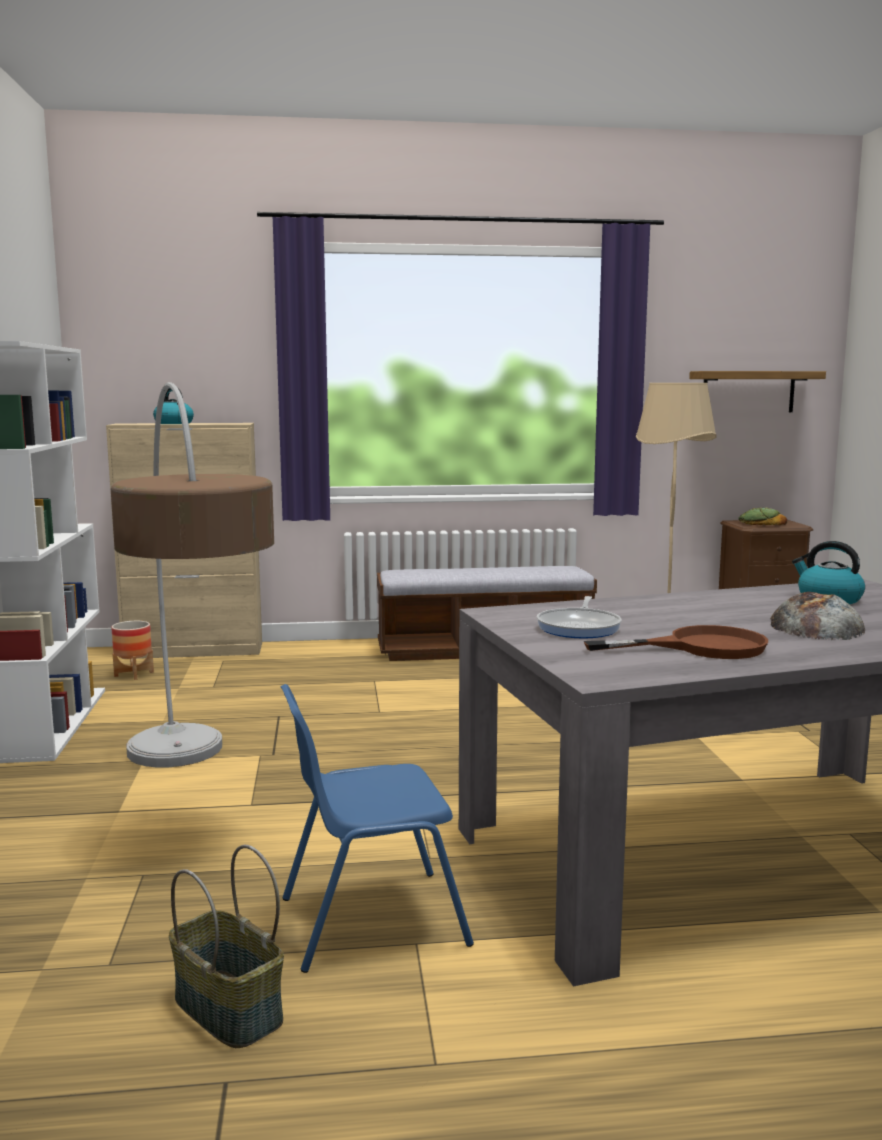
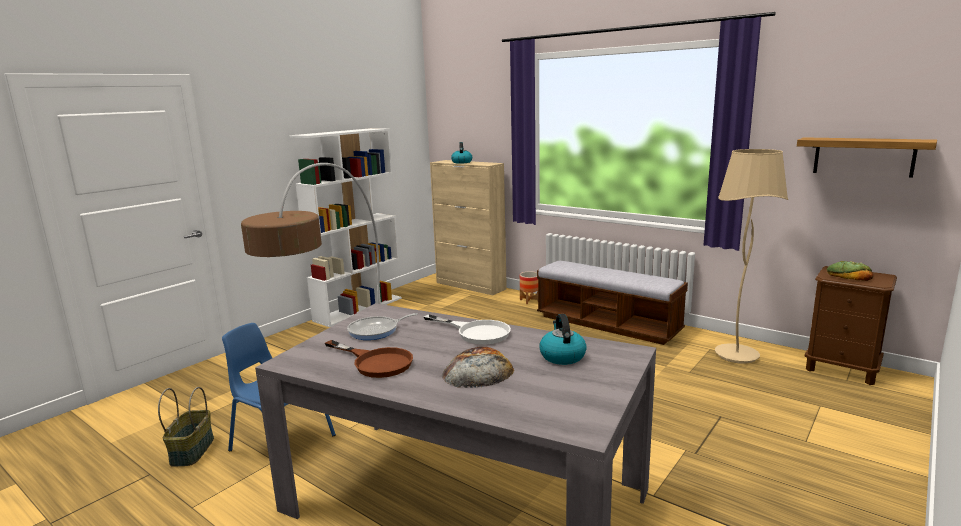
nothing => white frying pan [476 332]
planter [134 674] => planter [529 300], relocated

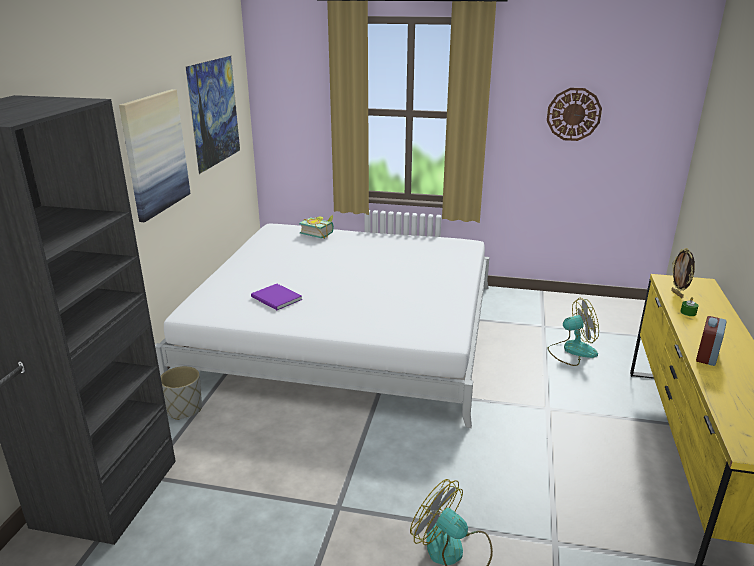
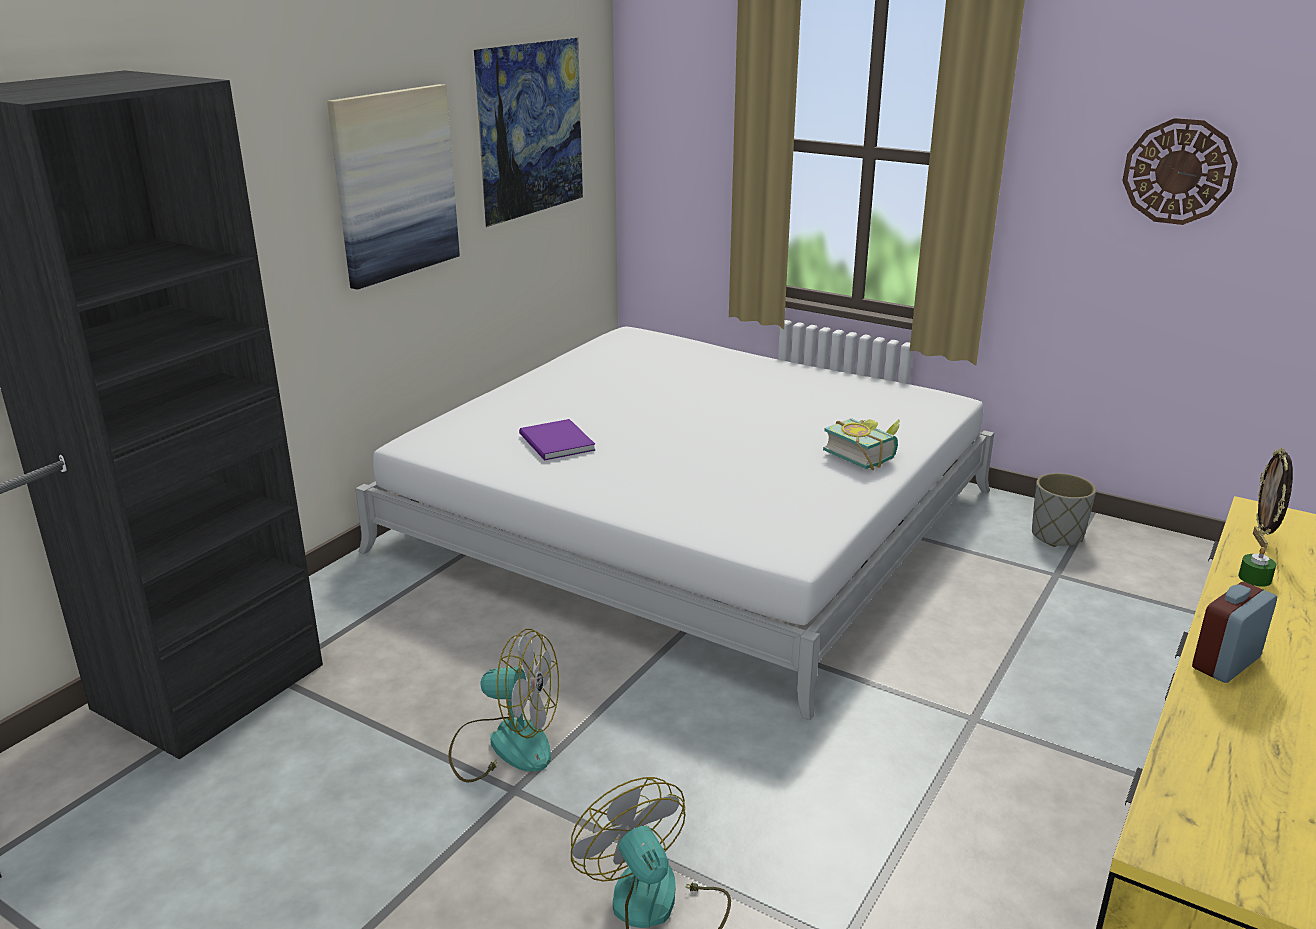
grey planter [184 409] => grey planter [1057 536], relocated
book [318 233] => book [864 455], relocated
fan [572 351] => fan [505 744], relocated

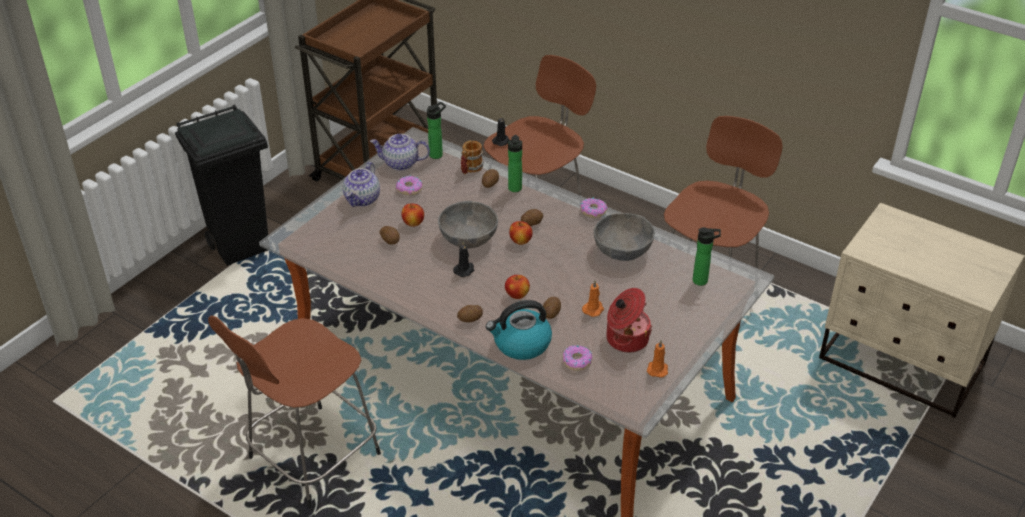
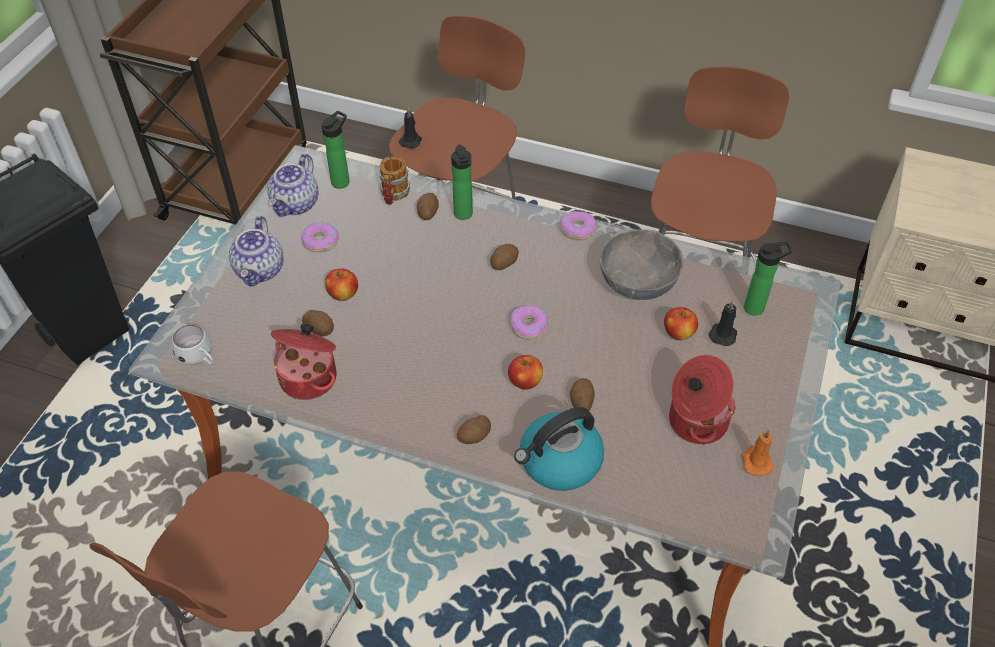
grey bowl [468 238] => nothing
orange candle [593 309] => nothing
nothing => white mug [200 359]
nothing => cooking pot [310 377]
black candle [464 270] => black candle [723 334], relocated
apple [520 241] => apple [678 333], relocated
donut [577 361] => donut [528 326], relocated
teapot [400 163] => teapot [296 204], 60 degrees counterclockwise

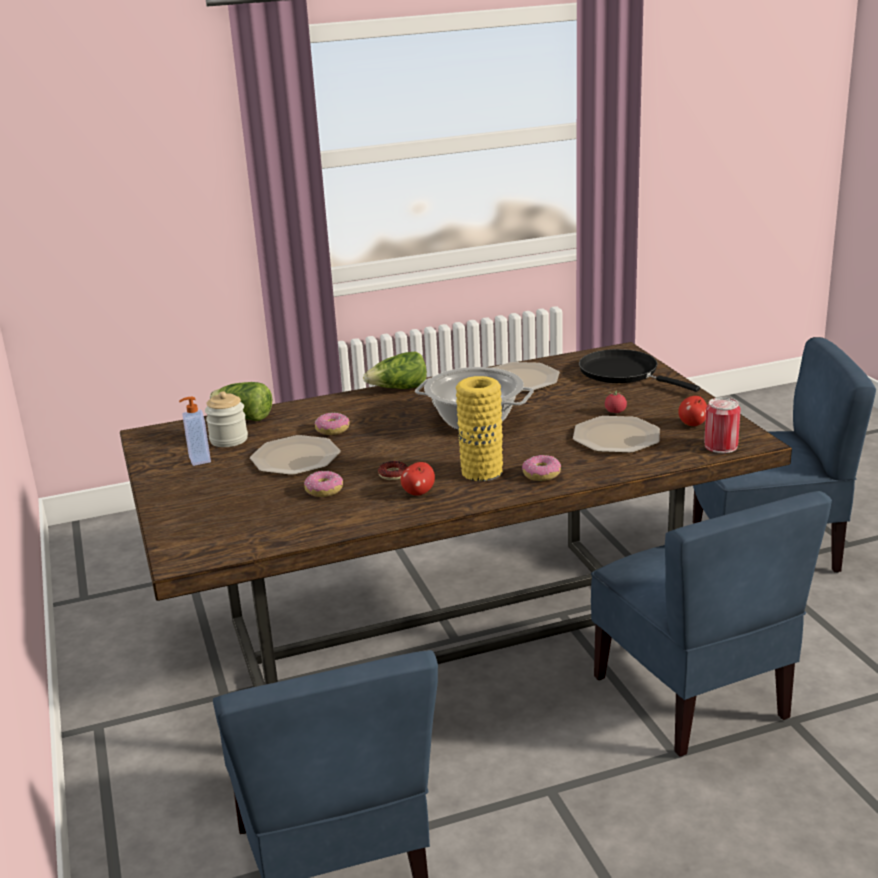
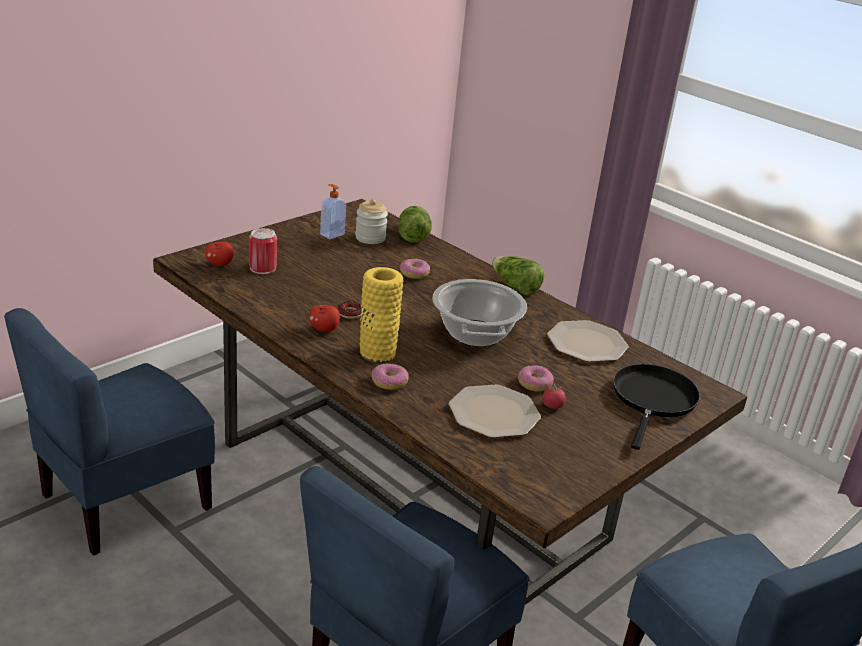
plate [295 458] => nothing
donut [324 490] => donut [534 384], relocated
apple [692 424] => apple [220 264], relocated
can [721 446] => can [262 268], relocated

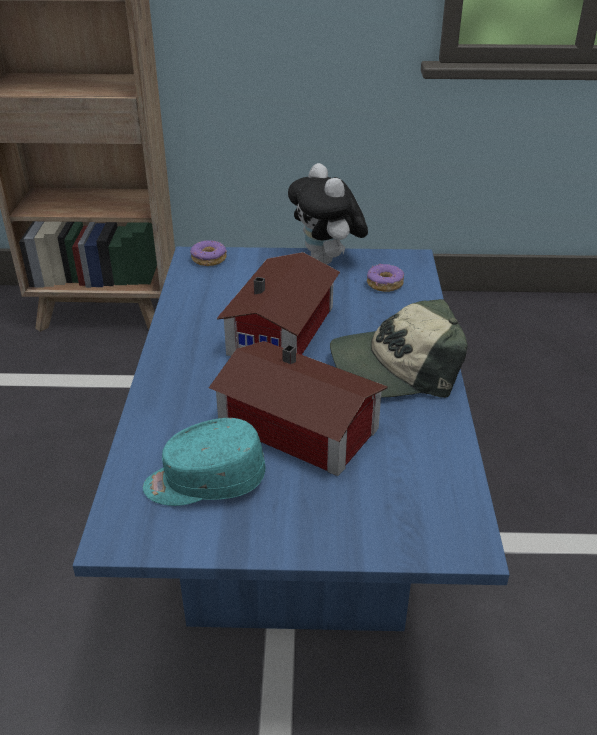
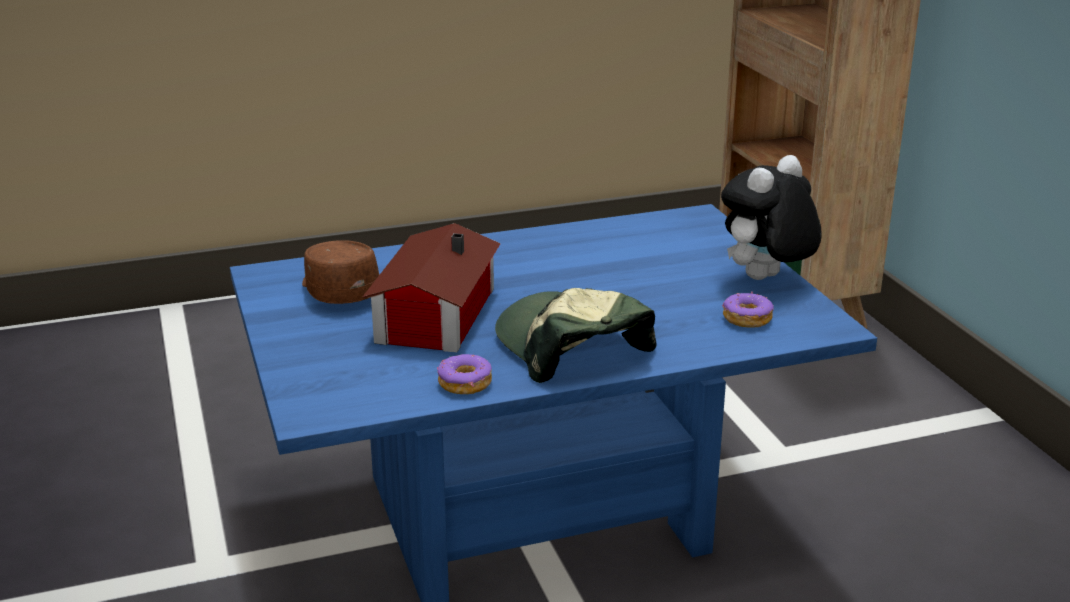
toy house [286 329] => nothing
donut [209 259] => donut [465 383], relocated
turquoise cap [204 482] => brown cap [338 290]

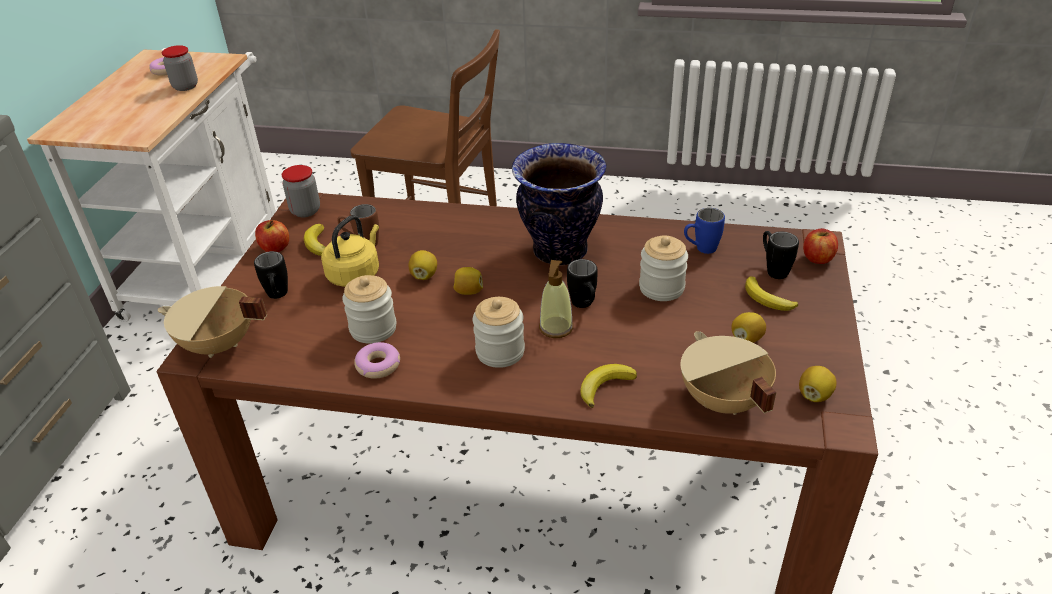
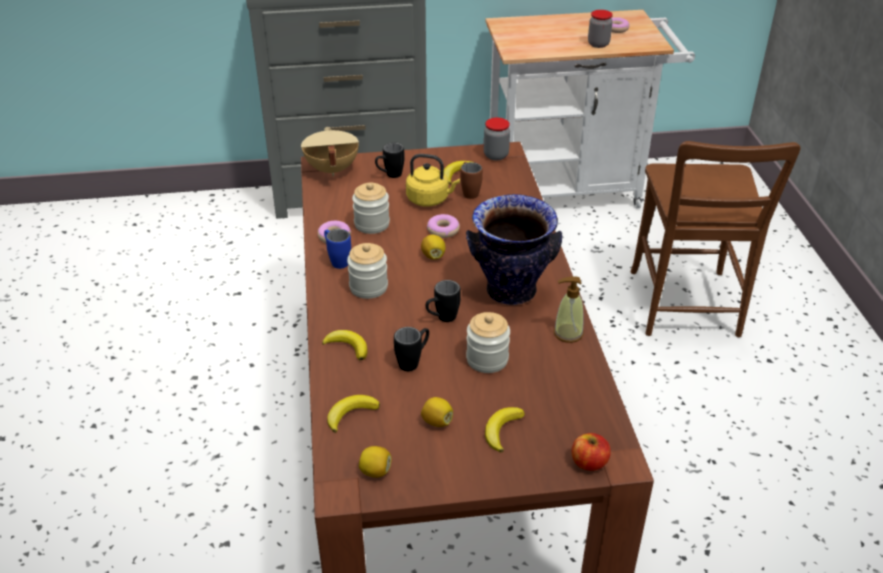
apple [275 248] => nothing
soap dispenser [556 328] => soap dispenser [568 333], relocated
blue mug [700 249] => blue mug [337 260], relocated
black mug [773 269] => black mug [413 361], relocated
lemon [424 275] => donut [443 230]
beige cooking pot [721 401] => banana [351 414]

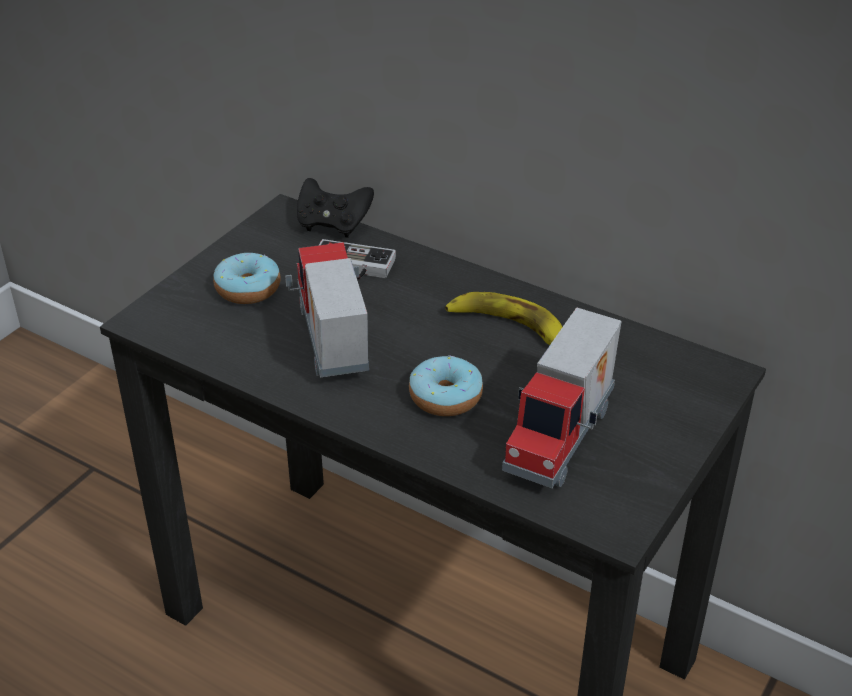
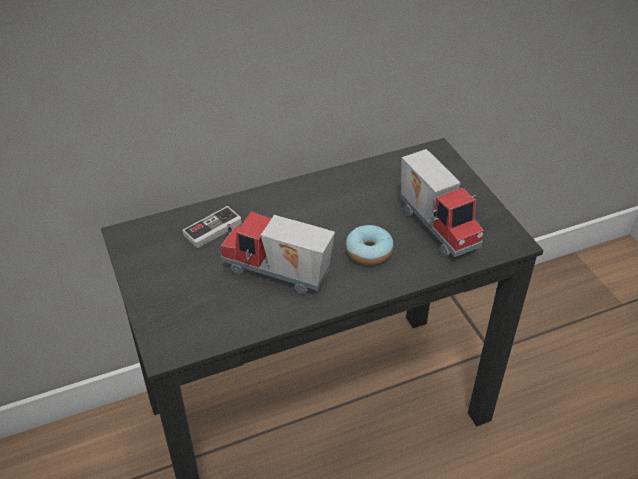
donut [248 289] => nothing
black game controller [333 225] => nothing
banana [507 327] => nothing

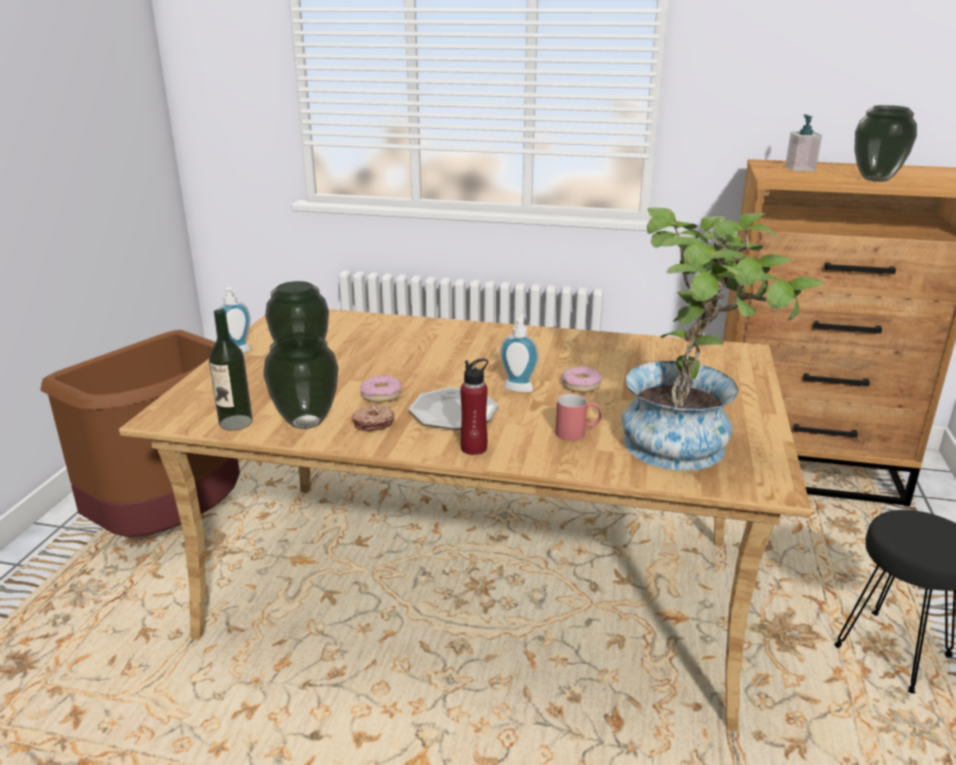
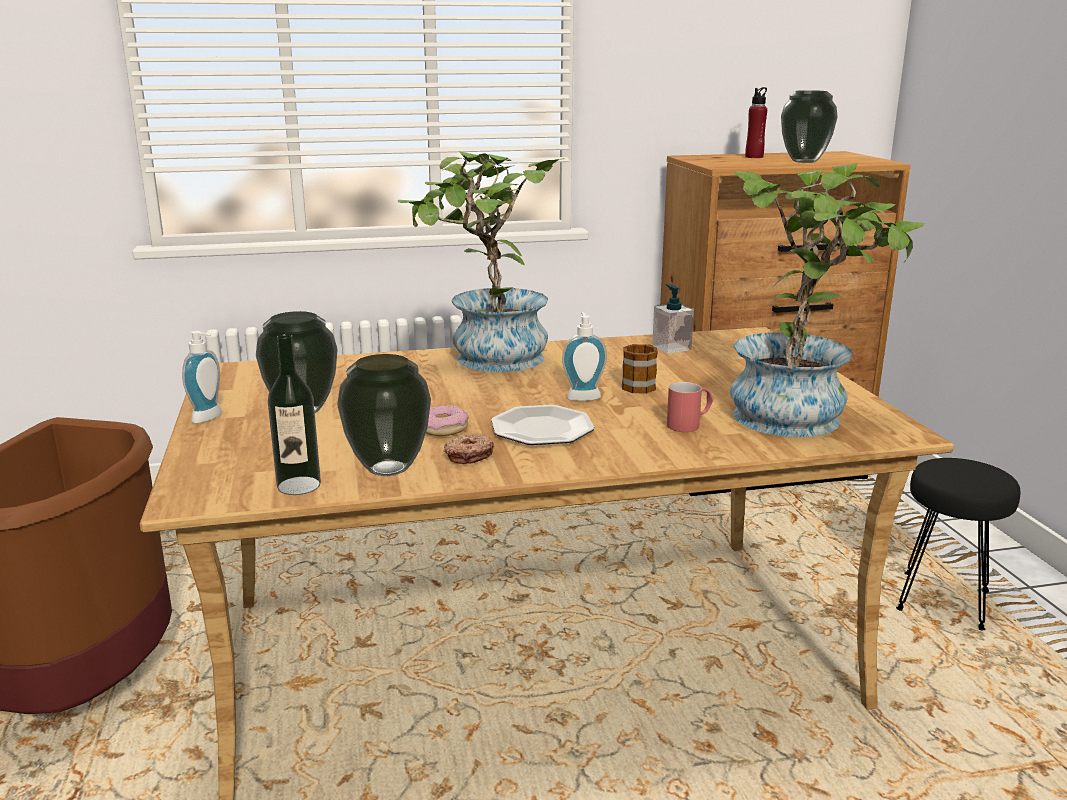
nothing => potted plant [488 360]
red bottle [474 448] => red bottle [754 157], relocated
soap dispenser [800 168] => soap dispenser [671 348], relocated
donut [580 385] => mug [641 385]

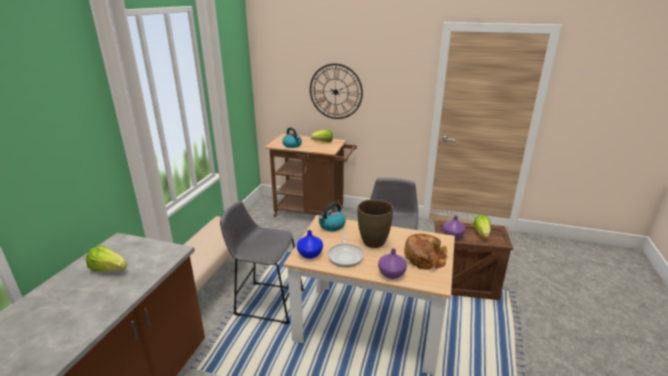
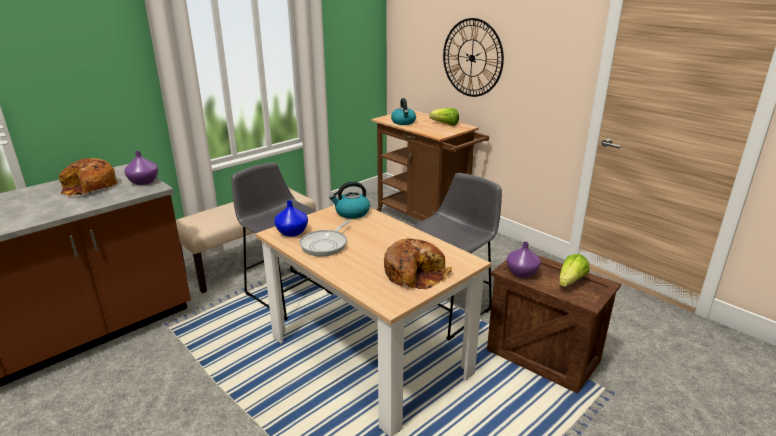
brown vase [373 242] => nothing
purple vase [391 274] => purple vase [143 182], relocated
lettuce [108 269] => bread [89 187]

